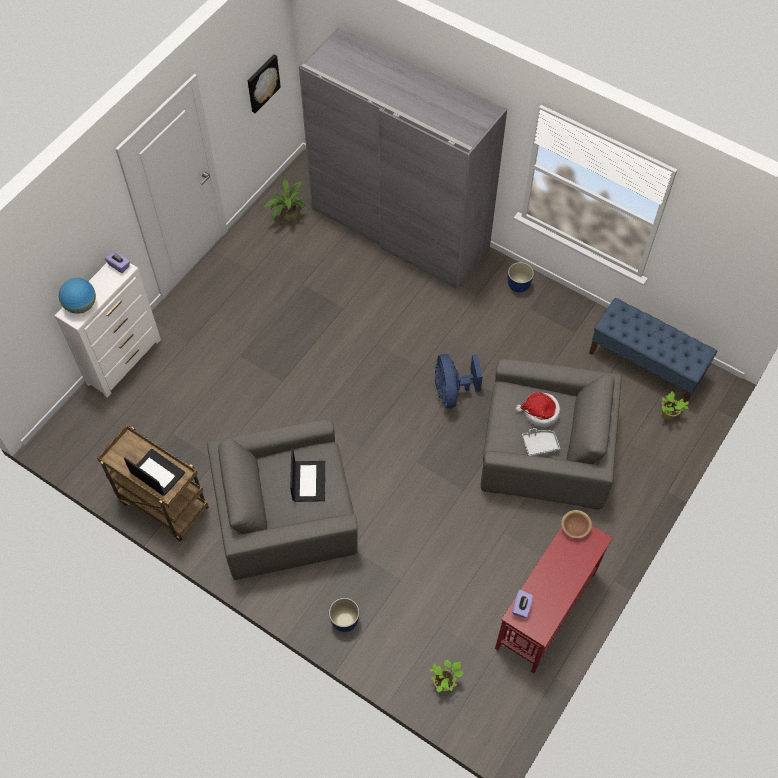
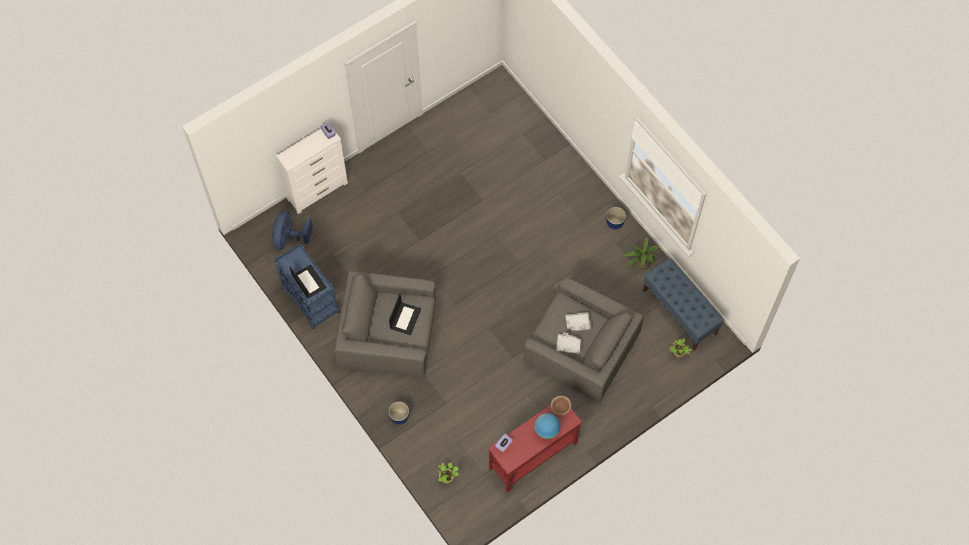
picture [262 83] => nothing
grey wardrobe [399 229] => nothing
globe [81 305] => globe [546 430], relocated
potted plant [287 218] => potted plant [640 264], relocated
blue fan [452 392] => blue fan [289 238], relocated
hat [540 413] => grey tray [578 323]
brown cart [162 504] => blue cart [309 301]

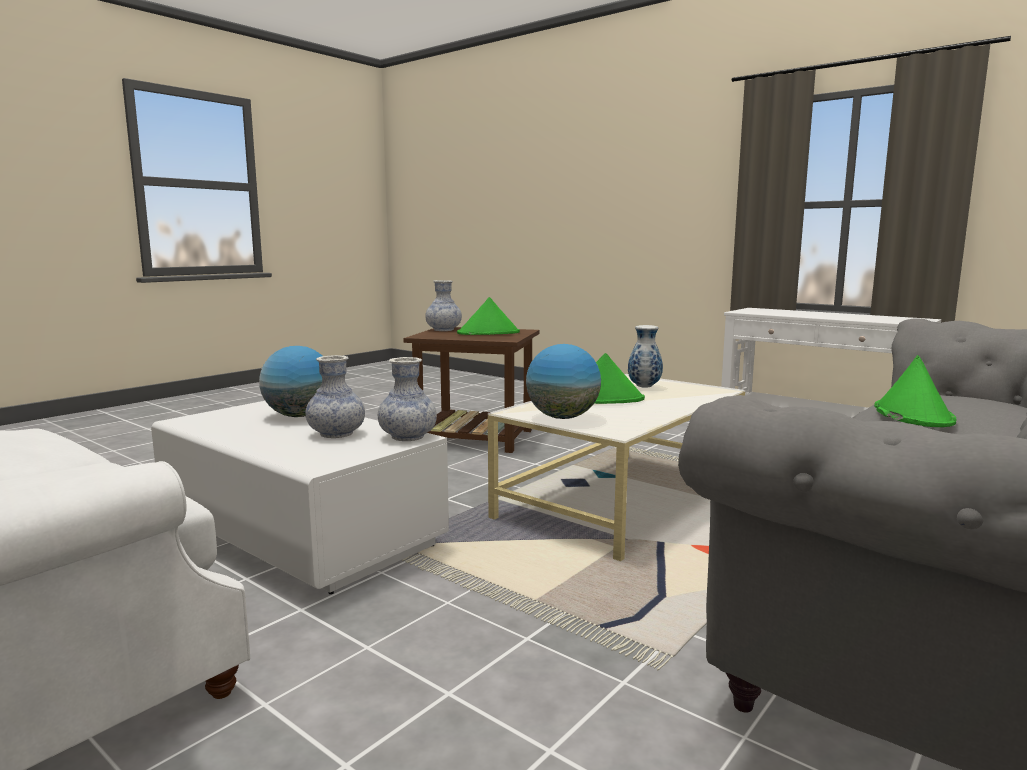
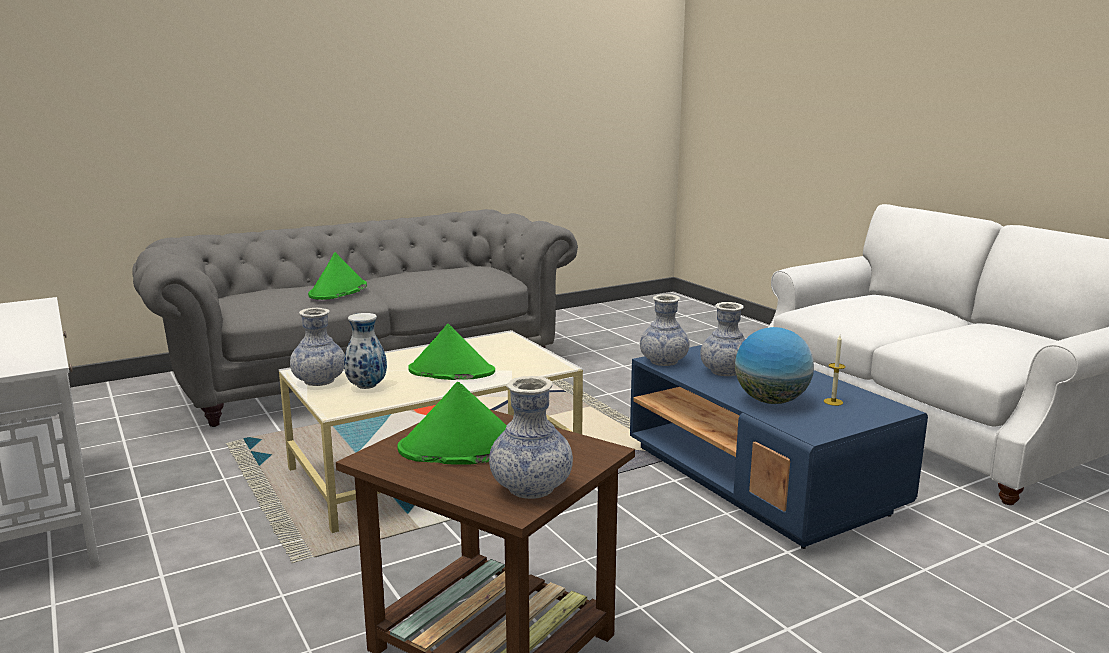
globe [562 417] => nothing
nothing => vase [319 381]
nothing => candle [833 402]
white coffee table [300 533] => blue coffee table [760 479]

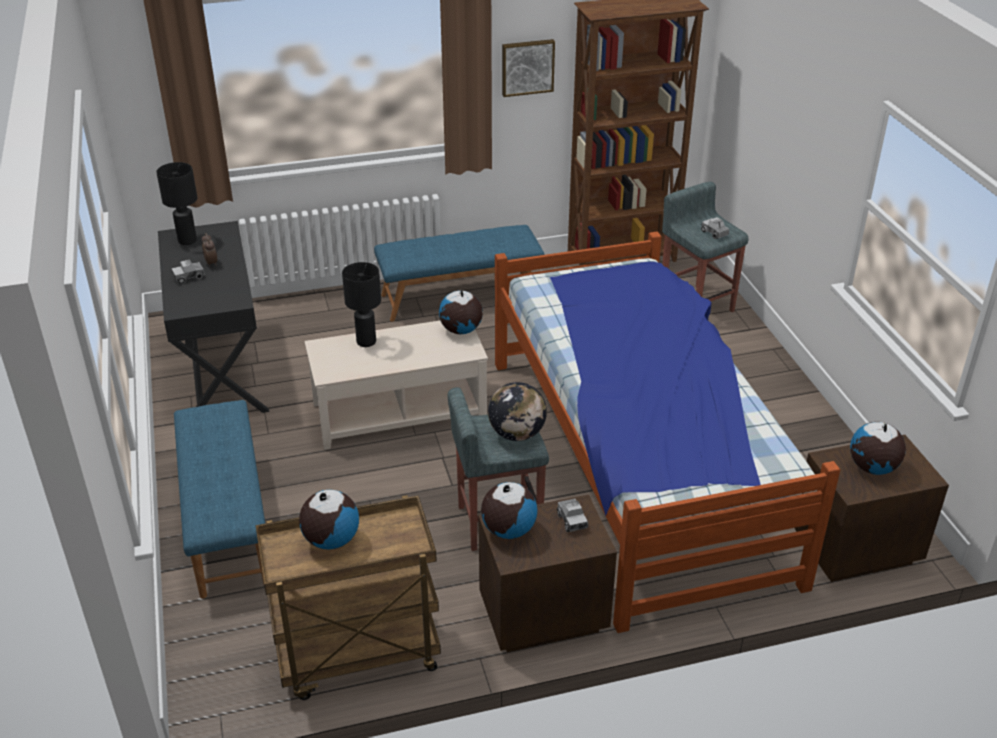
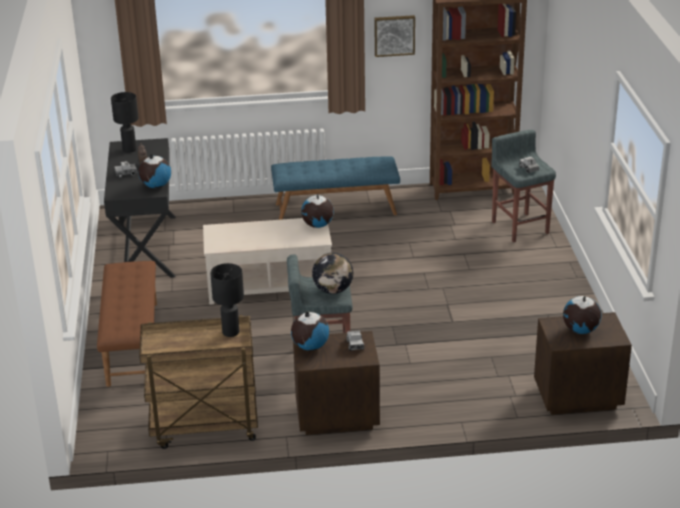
bed [637 464] => nothing
globe [331 540] => globe [156 186], relocated
black table lamp [366 342] => black table lamp [231 332], relocated
blue bench [226 521] => brown bench [131 343]

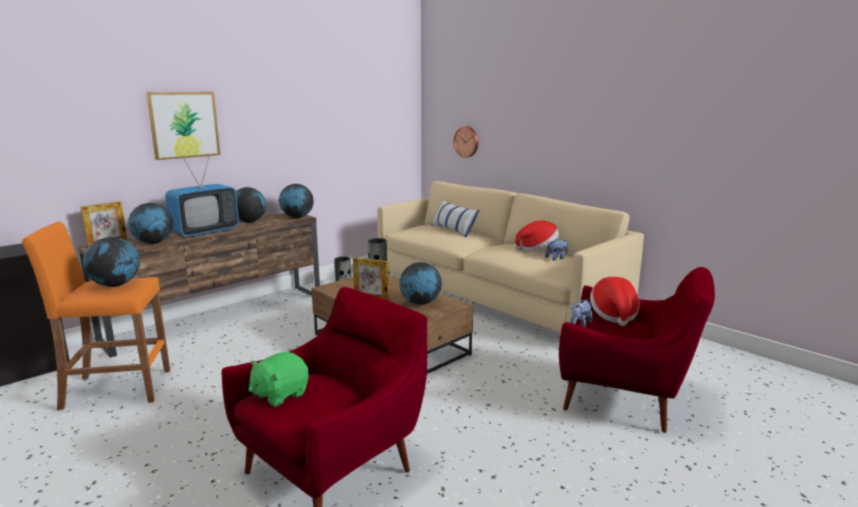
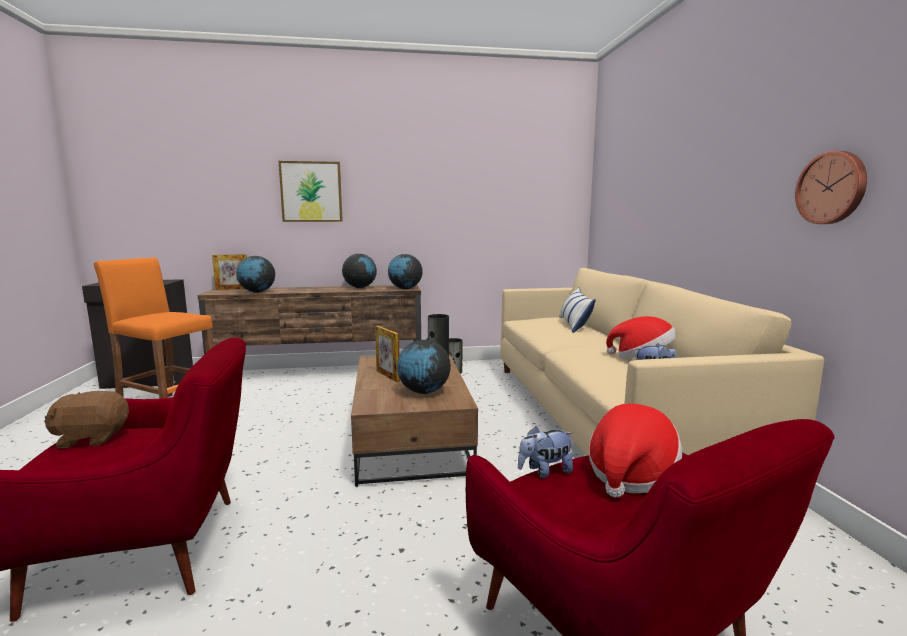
globe [116 285] => nothing
television [205 232] => nothing
wall clock [467 141] => wall clock [832 188], relocated
green plush toy [279 394] => brown plush toy [91 438]

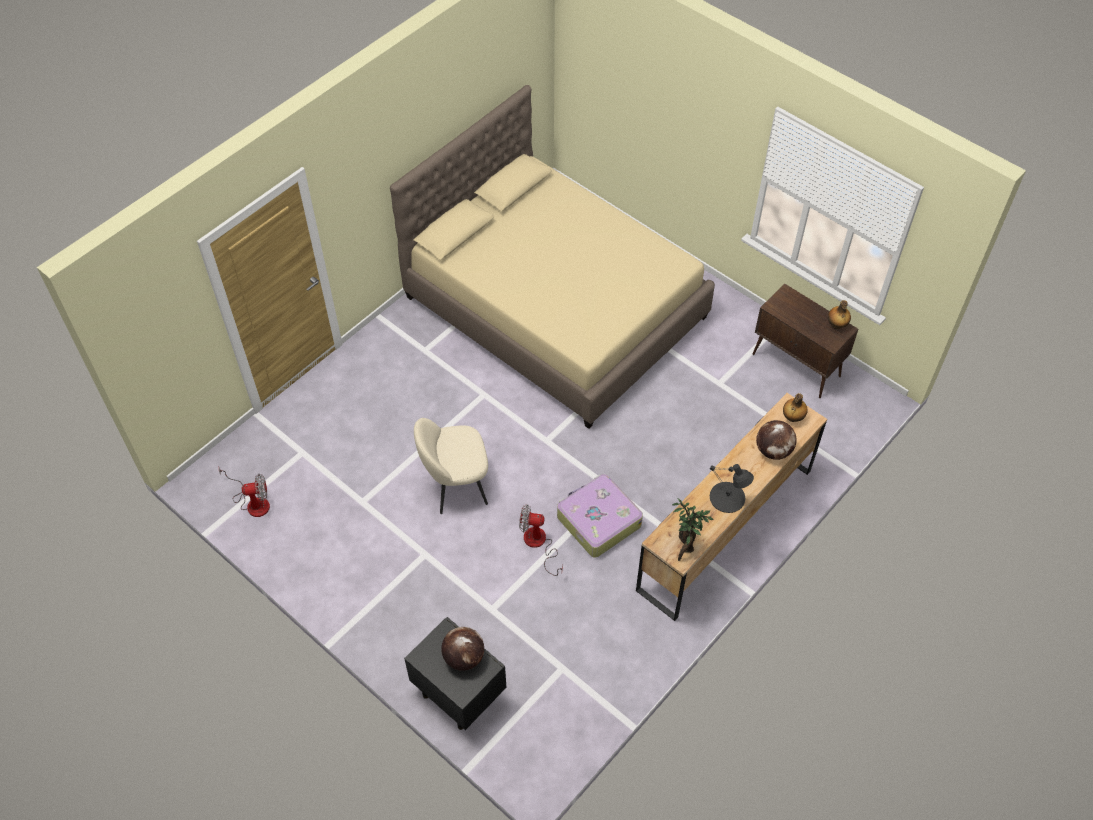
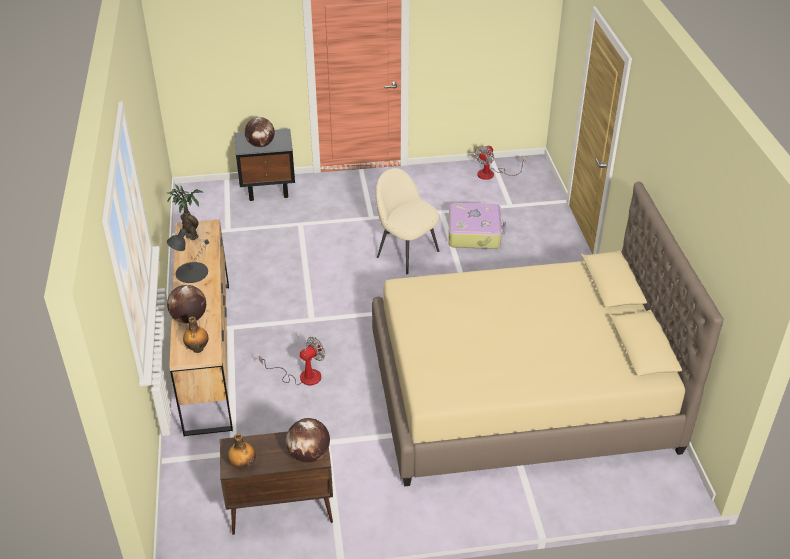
nothing => globe [309 454]
fan [539 544] => fan [302 376], relocated
suitcase [597 521] => suitcase [475 233], relocated
beige chair [456 485] => beige chair [406 253], 75 degrees counterclockwise

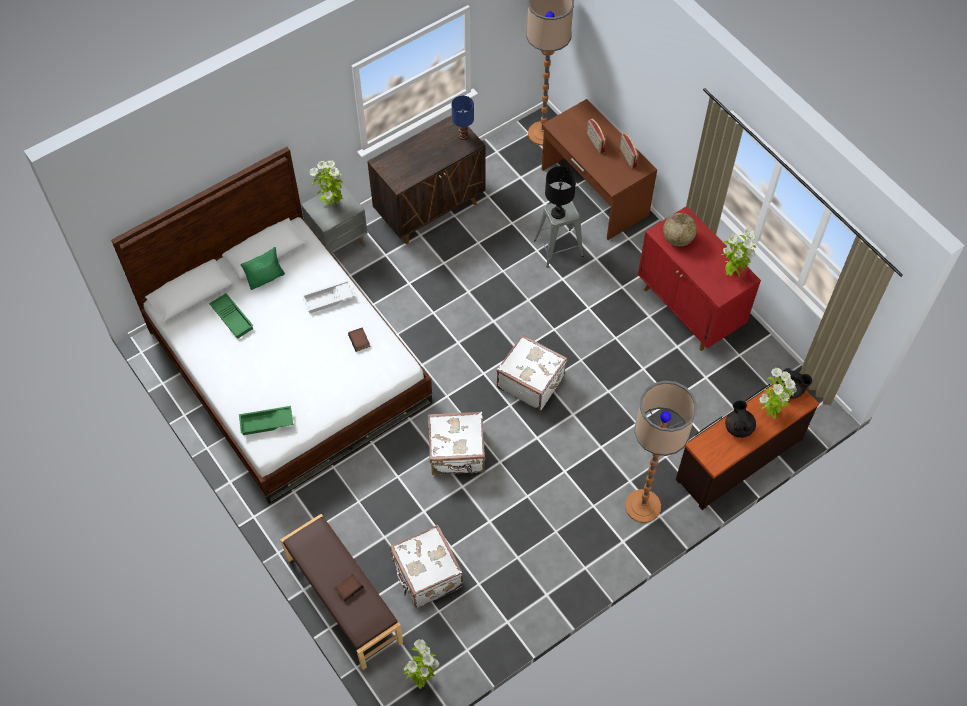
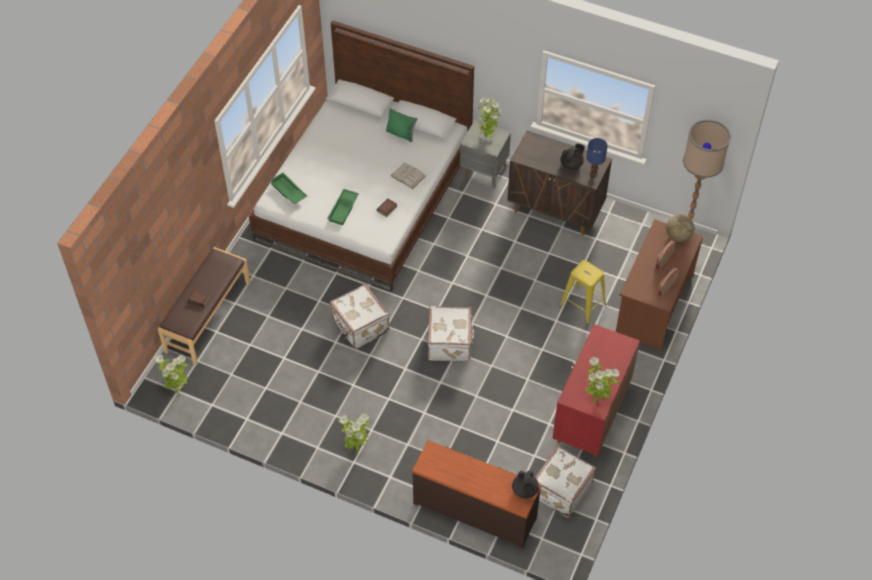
black table lamp [558 213] => nothing
floor lamp [643 506] => nothing
green tray [233 318] => green tray [343 209], relocated
white suitcase [426 575] => white suitcase [560 490], relocated
globe [677 239] => globe [678 236], relocated
black teapot [738 427] => black teapot [571 164], relocated
potted plant [769 412] => potted plant [356 447], relocated
white tray [328 299] => white book [408 176]
grey stool [558 248] => yellow stool [582 305]

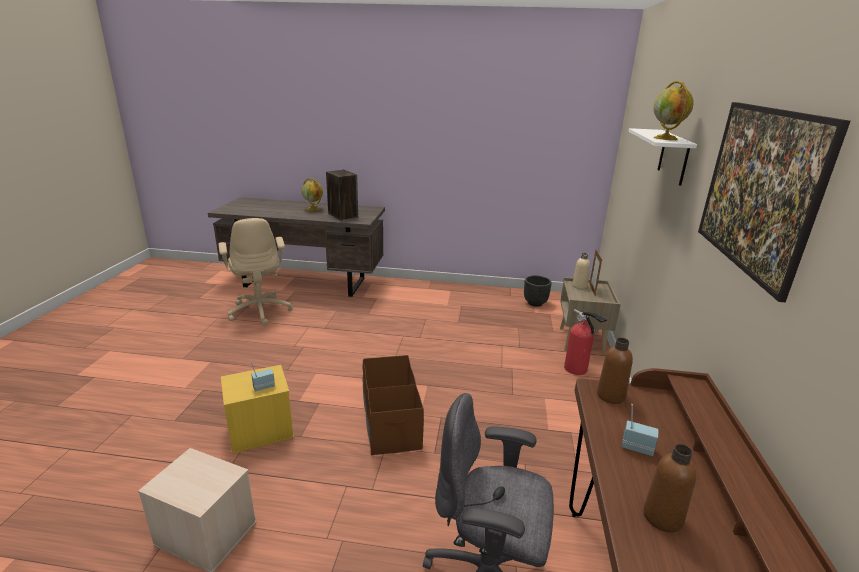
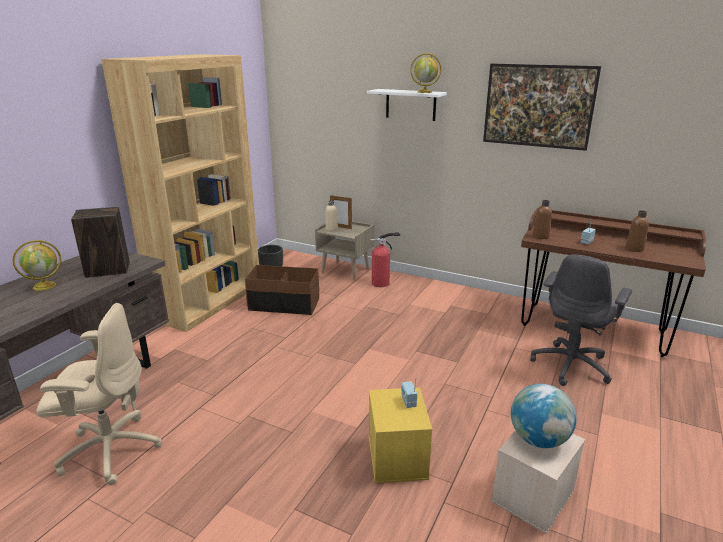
nothing => brown bookcase [209 302]
nothing => globe [538 439]
brown storage box [390 421] => brown storage box [284 305], relocated

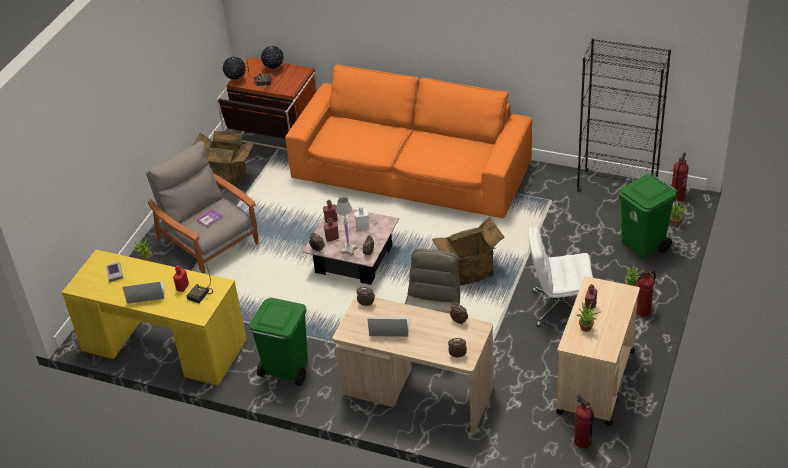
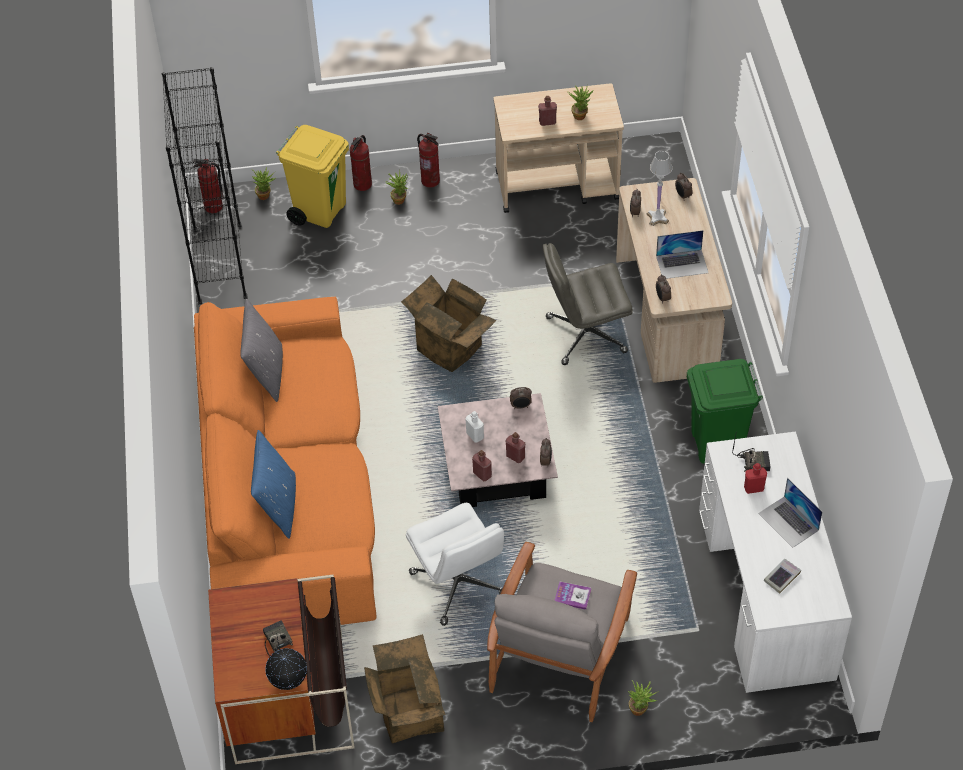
globe [274 69] => nothing
nothing => grey pillow [266 372]
nothing => blue pillow [278 506]
white table lamp [348 249] => white table lamp [657 218], relocated
white office chair [559 308] => white office chair [459 585], relocated
fire extinguisher [582 442] => fire extinguisher [363 185], relocated
yellow desk [163 344] => white desk [764 593]
green trash can [643 245] => yellow trash can [320 210]
laptop [389 327] => laptop [682 264], 75 degrees counterclockwise

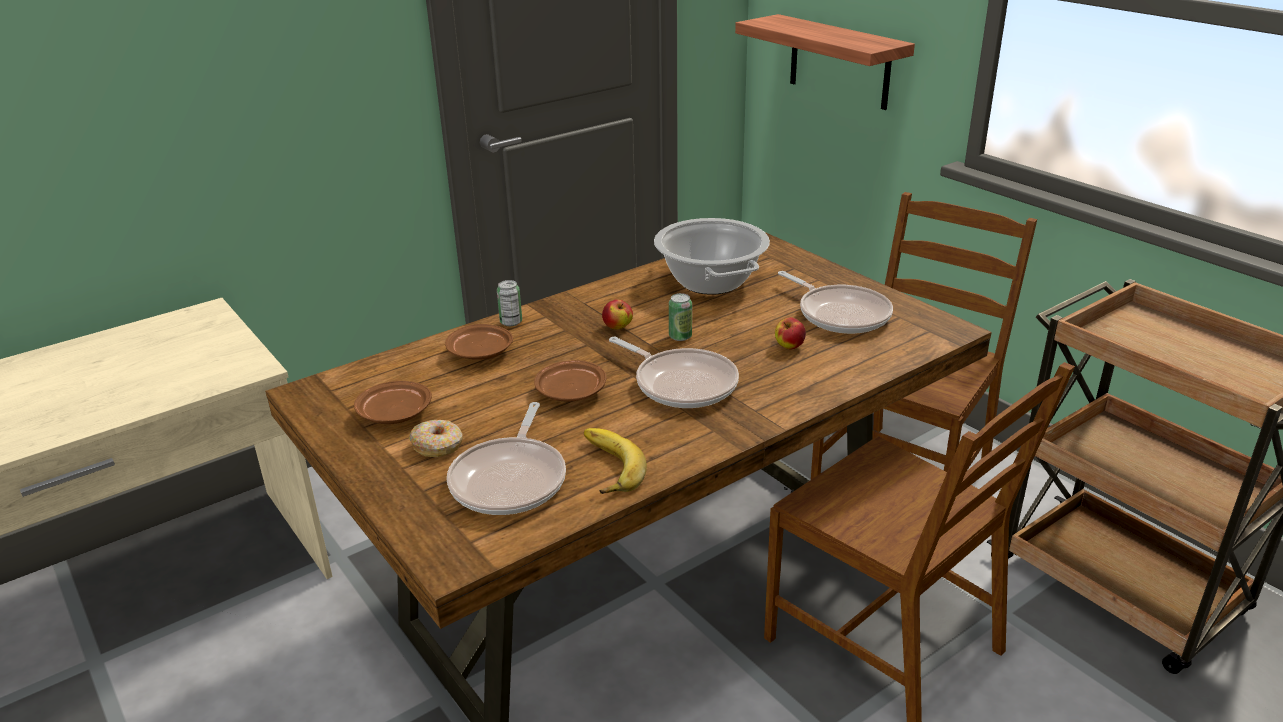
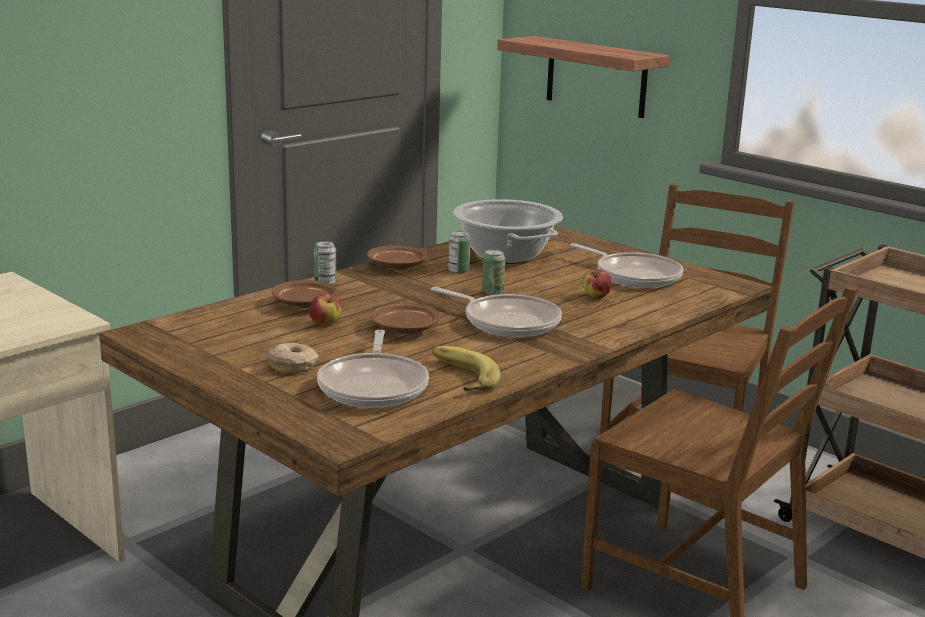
nothing => can [458 271]
brown plate [394 414] => brown plate [396 266], relocated
apple [617 327] => apple [325 324], relocated

